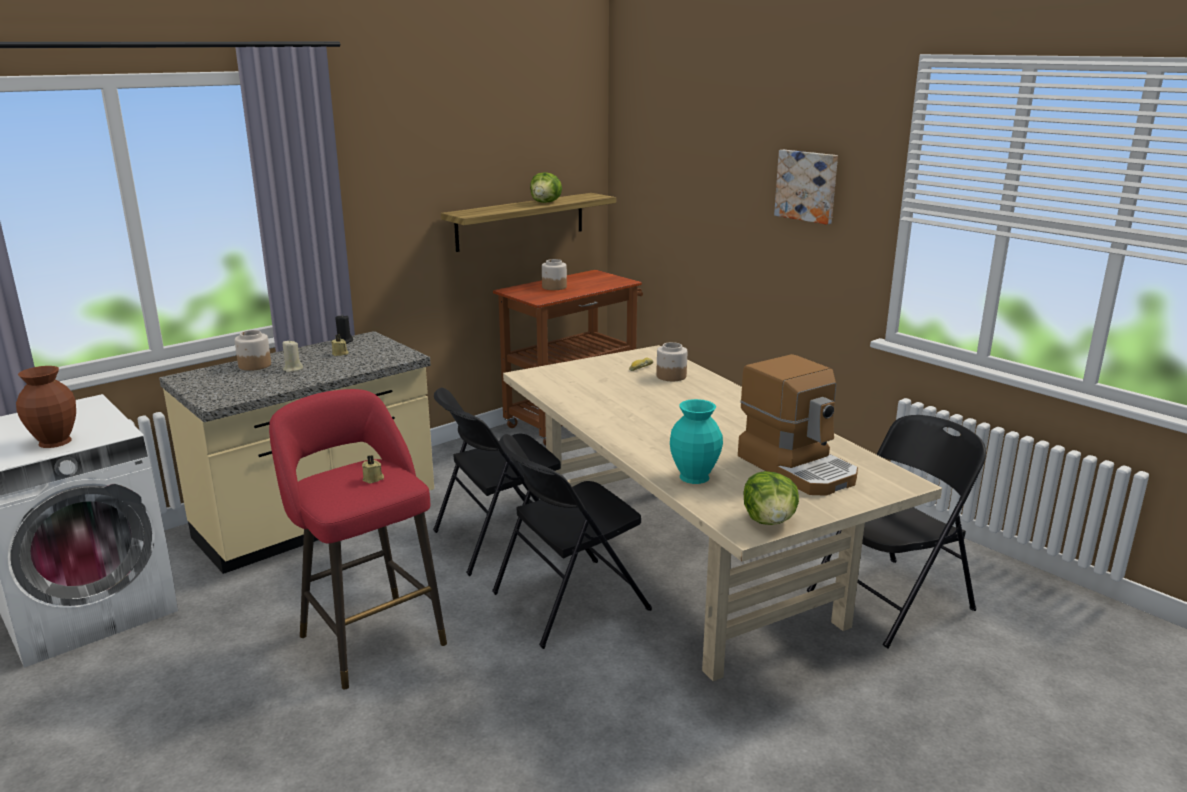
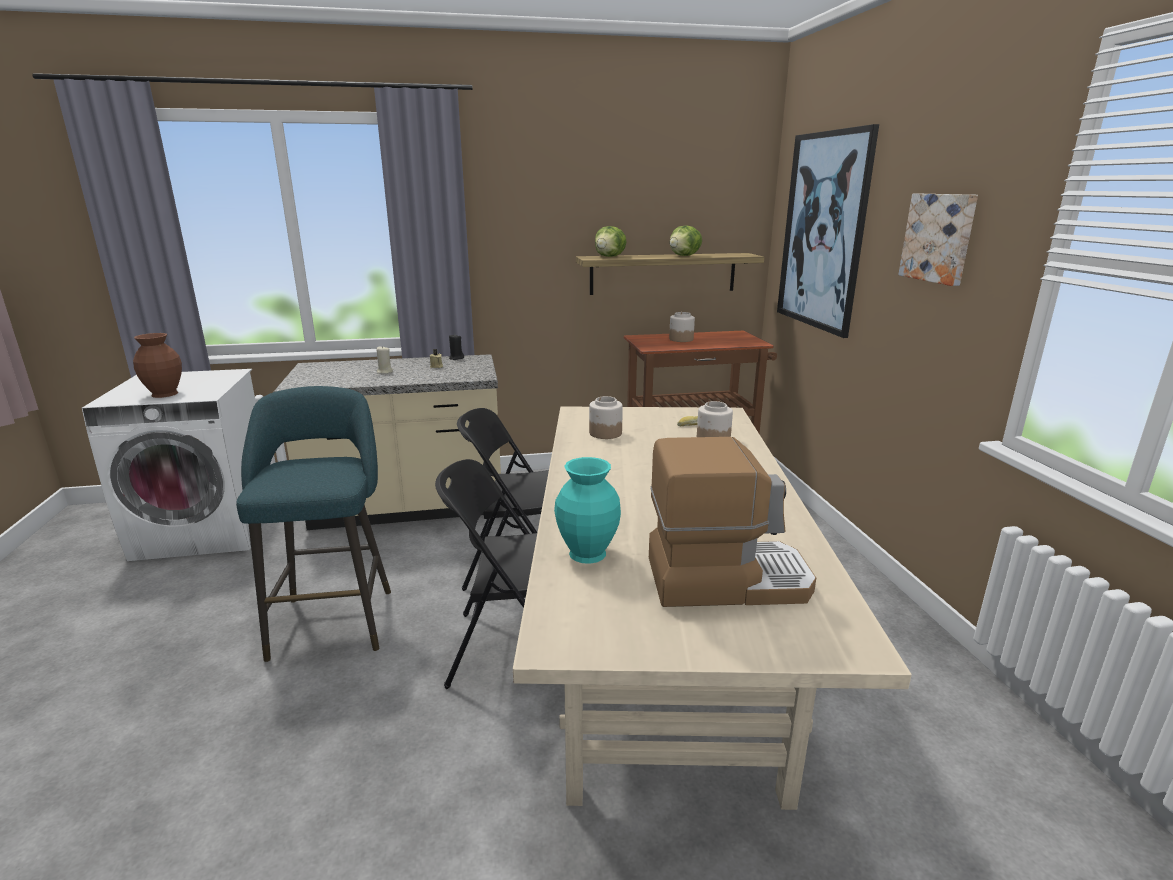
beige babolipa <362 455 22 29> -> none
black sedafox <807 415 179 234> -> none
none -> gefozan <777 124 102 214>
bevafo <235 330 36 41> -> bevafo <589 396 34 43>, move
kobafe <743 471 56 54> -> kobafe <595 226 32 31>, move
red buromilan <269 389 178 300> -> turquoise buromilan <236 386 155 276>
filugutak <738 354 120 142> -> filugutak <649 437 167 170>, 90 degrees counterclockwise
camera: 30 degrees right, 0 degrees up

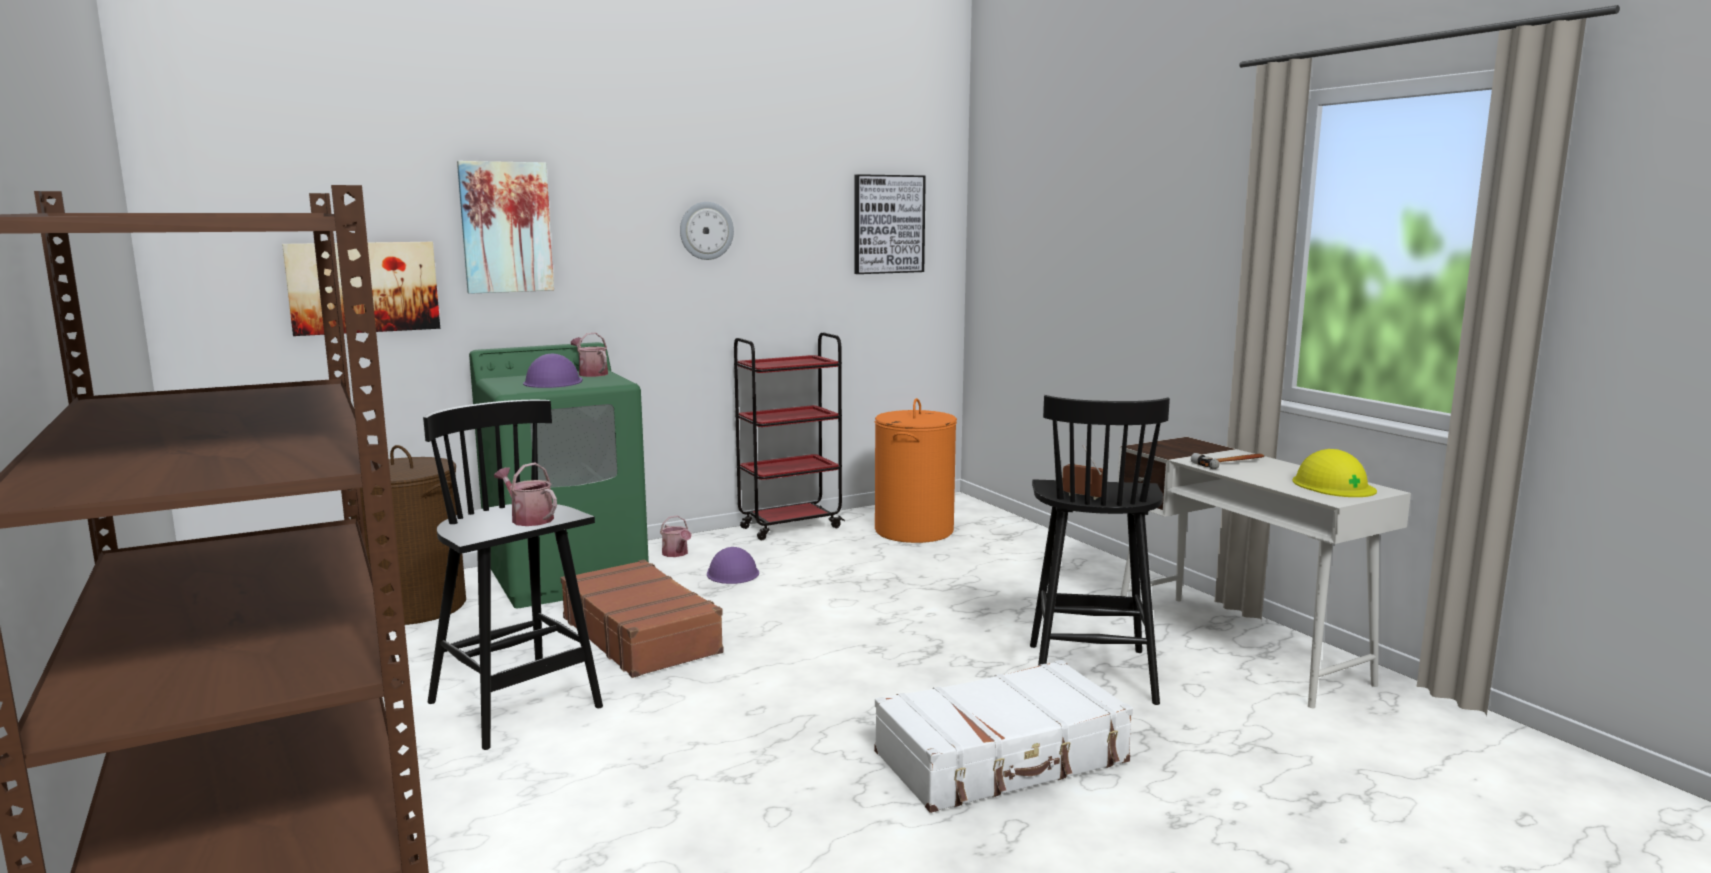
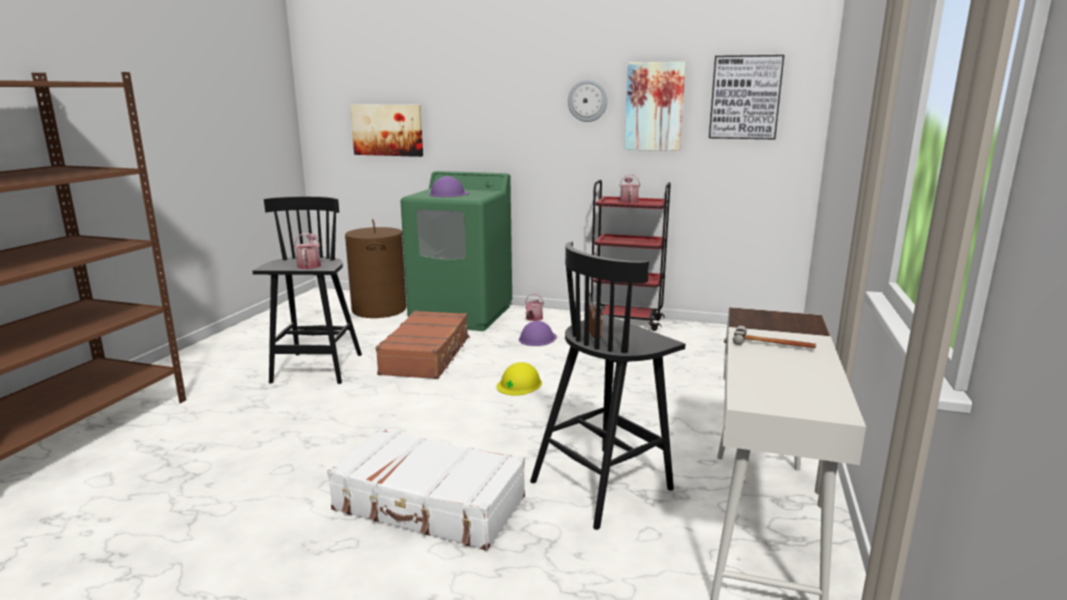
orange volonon <875 398 82 145> -> none
gefozan <457 161 97 133> -> gefozan <625 62 61 89>, move
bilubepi <571 333 37 44> -> bilubepi <619 175 21 28>, move
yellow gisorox <1292 449 85 48> -> yellow gisorox <496 362 46 34>, move
camera: 45 degrees right, 5 degrees up

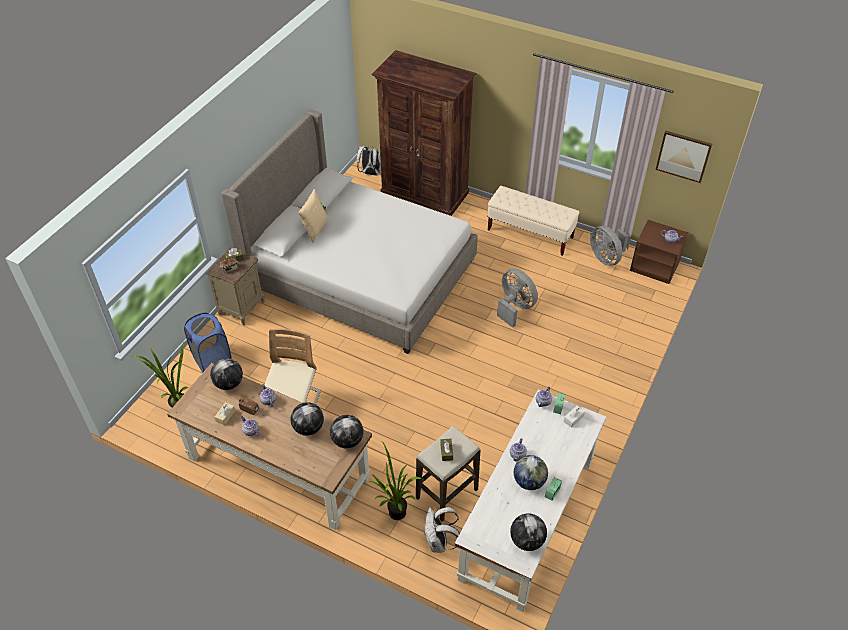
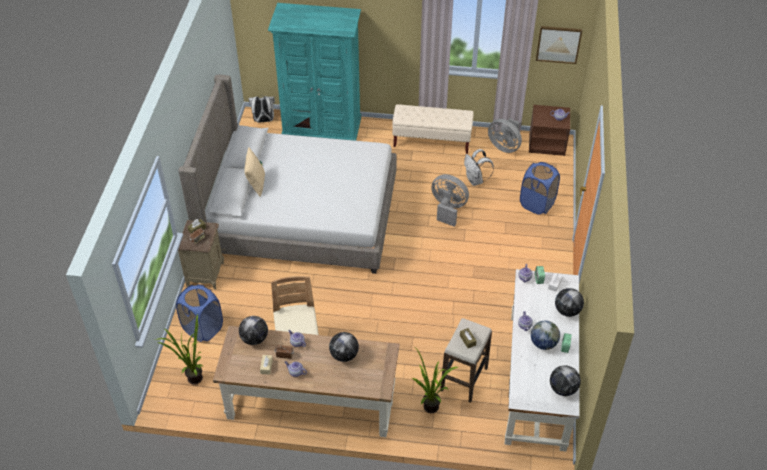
none -> blue volonon <520 162 40 53>
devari <330 415 34 34> -> devari <555 288 29 29>, move
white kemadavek <425 507 35 46> -> white kemadavek <464 149 30 37>, move
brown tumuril <372 50 105 166> -> turquoise tumuril <268 3 93 138>
camera: 20 degrees left, 0 degrees up

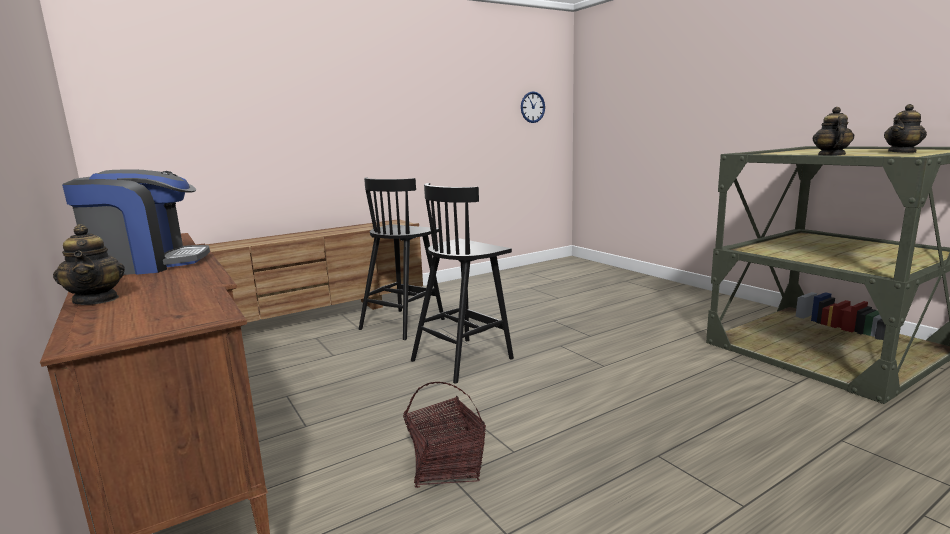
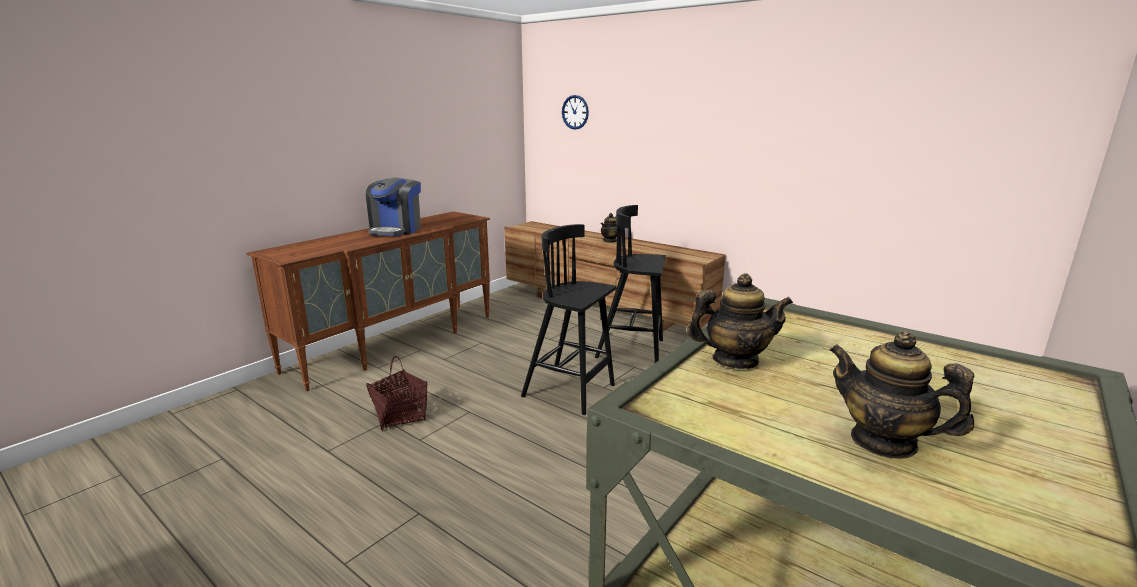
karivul <53 224 72 81> -> karivul <601 213 16 30>, move
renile <521 91 24 32> -> renile <562 95 27 35>, move
filugutak <62 169 148 106> -> filugutak <366 178 55 58>, 45 degrees clockwise
camera: 70 degrees right, 5 degrees up

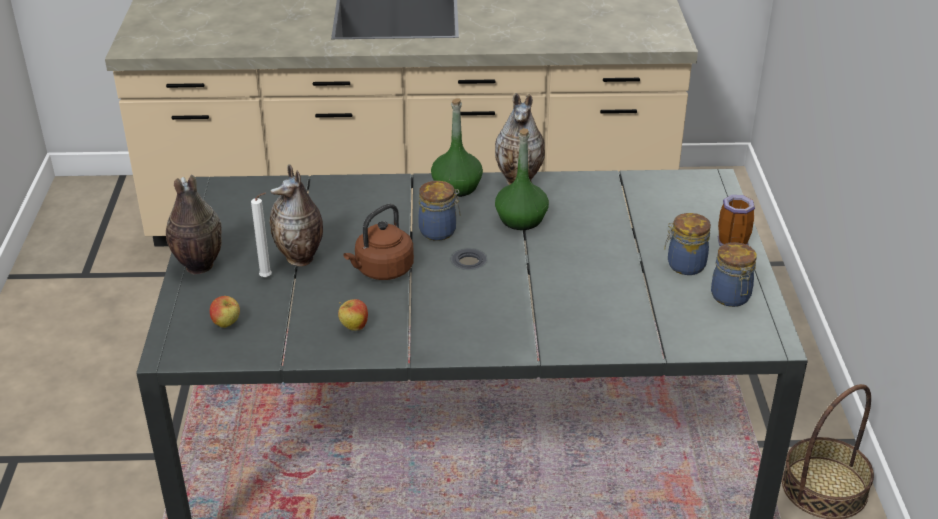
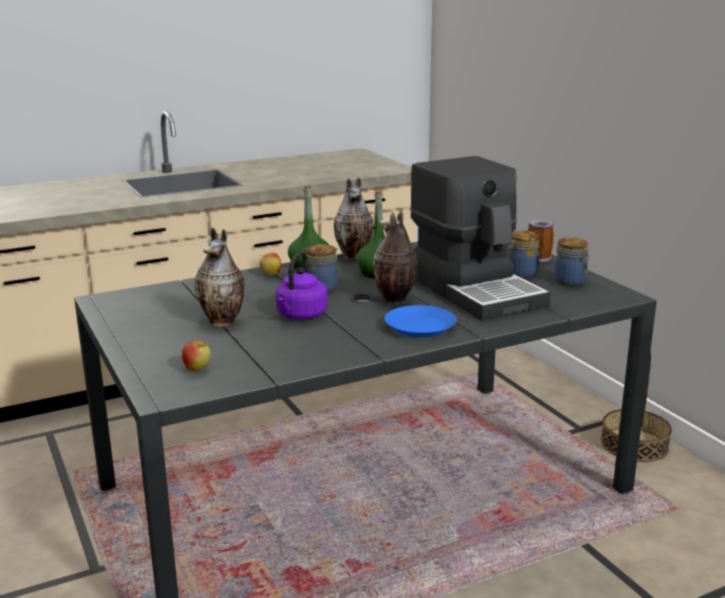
white babolipa <251 192 21 86> -> none
none -> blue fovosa <384 305 72 33>
none -> filugutak <410 156 141 165>
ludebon <166 175 56 99> -> ludebon <373 210 45 94>, move
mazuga <338 299 30 32> -> mazuga <259 253 22 23>, move
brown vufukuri <343 204 71 76> -> purple vufukuri <276 251 52 69>
camera: 25 degrees left, 15 degrees down

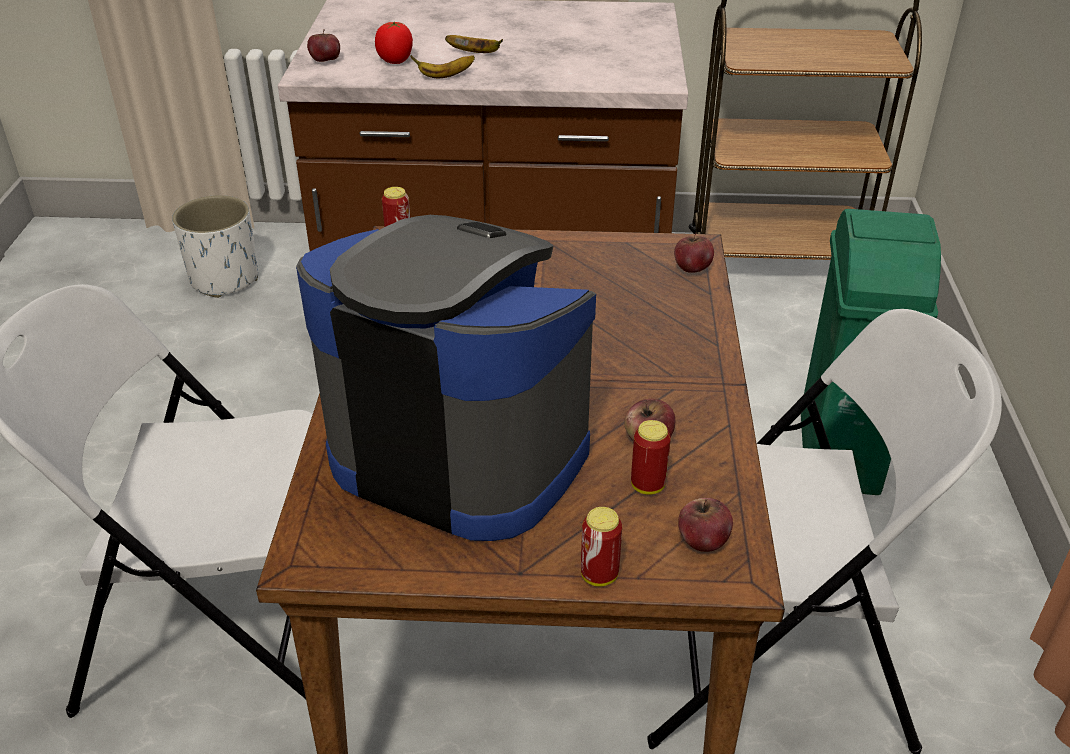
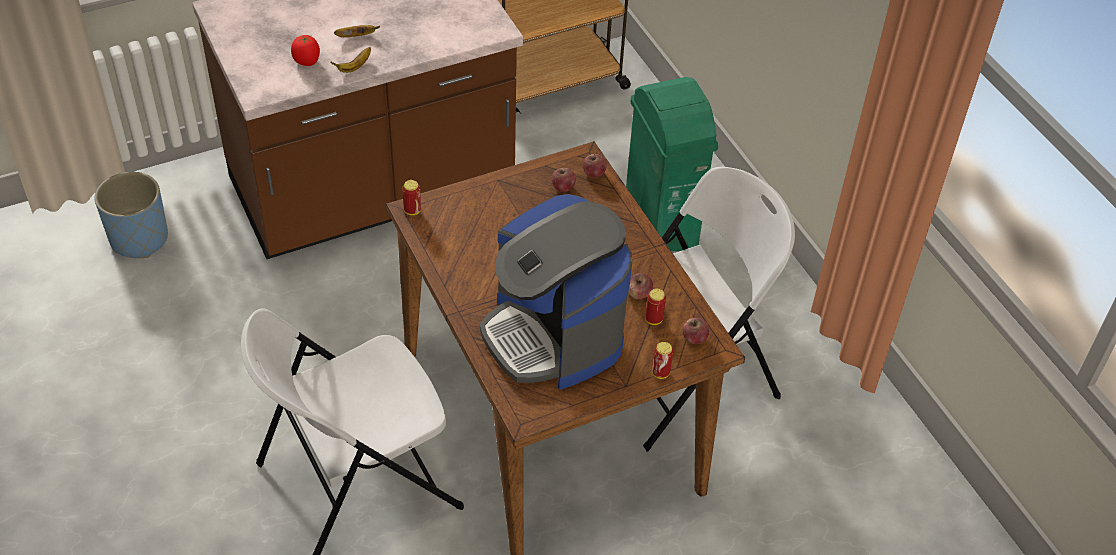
mazuga <307 29 33 33> -> mazuga <551 168 25 24>, move
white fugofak <172 195 86 103> -> blue fugofak <95 172 73 86>
filugutak <296 215 300 326> -> filugutak <480 194 152 196>, 120 degrees counterclockwise
camera: 30 degrees left, 10 degrees up

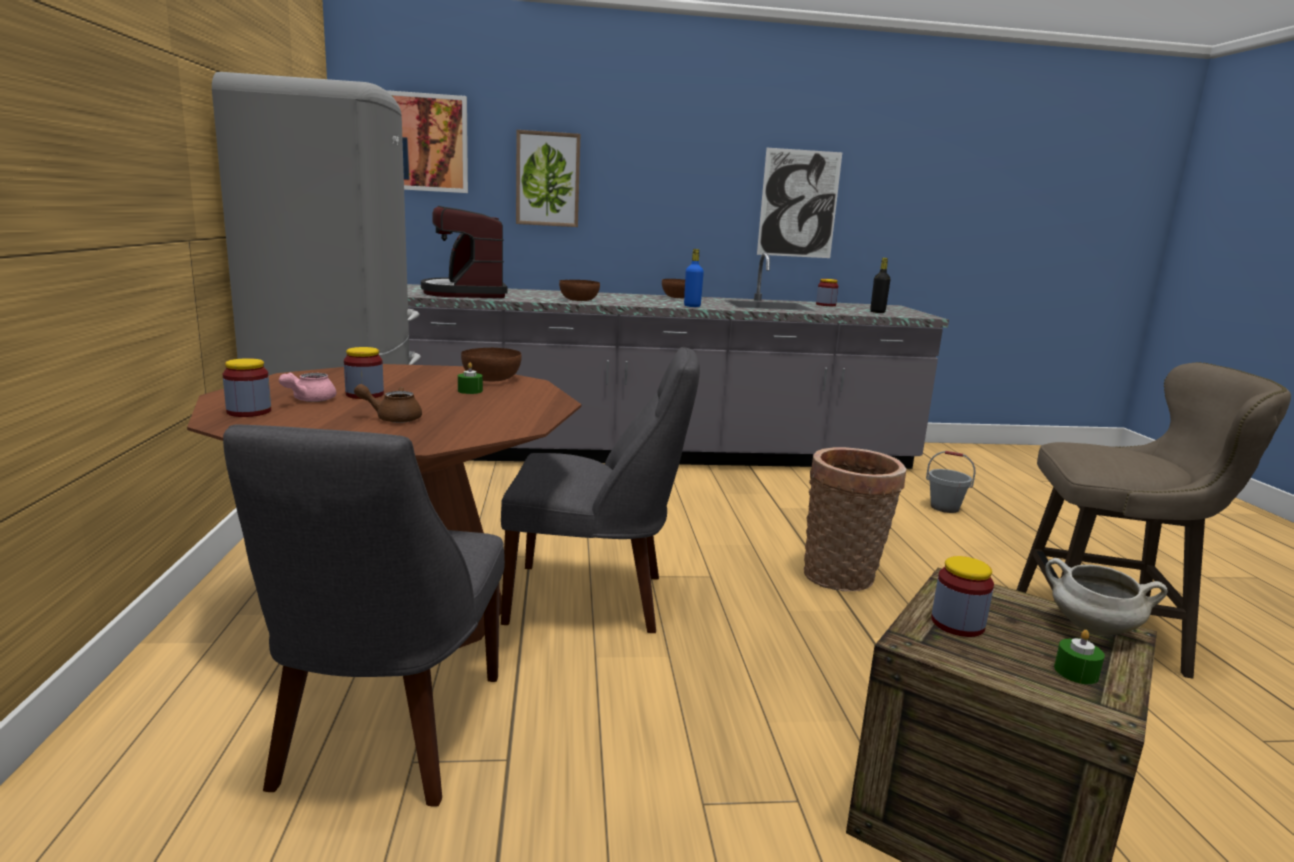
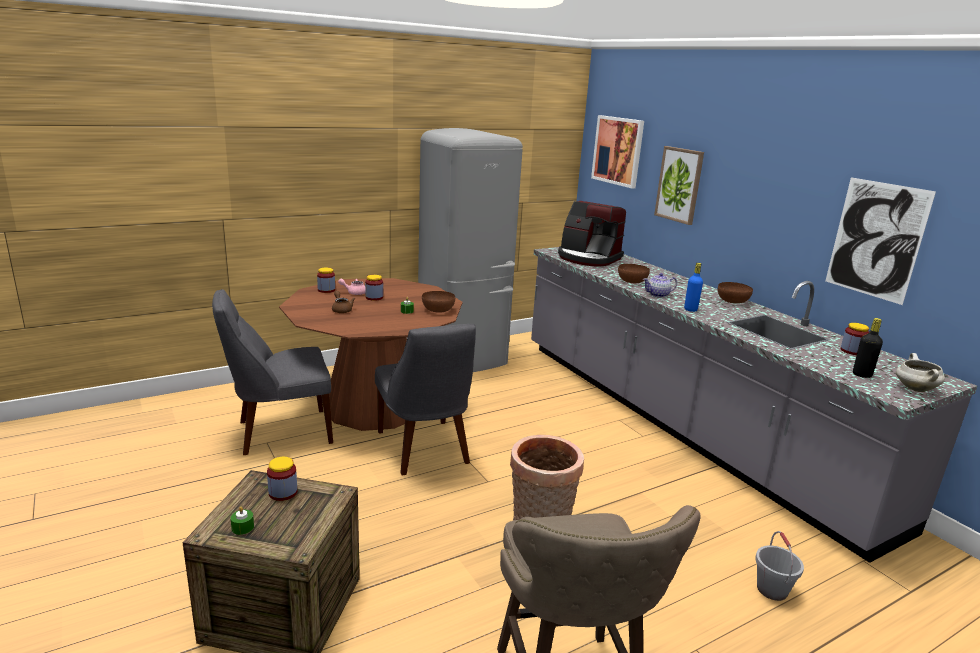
none -> karivul <643 273 34 25>
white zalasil <1045 558 123 77> -> white zalasil <896 353 49 39>, move
filugutak <421 206 87 92> -> filugutak <558 201 68 66>, 105 degrees counterclockwise
camera: 65 degrees right, 5 degrees up

